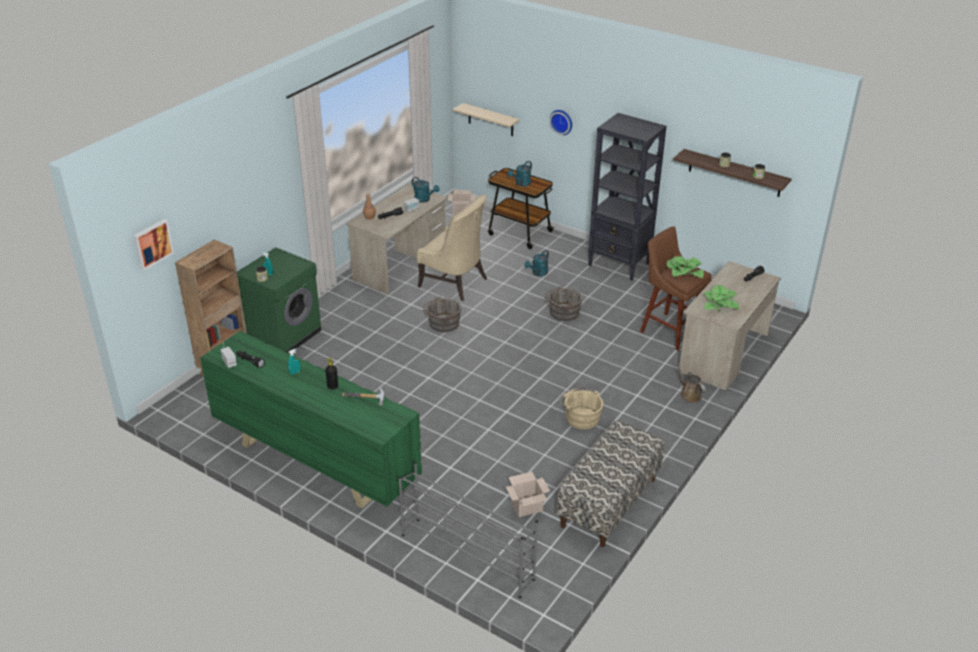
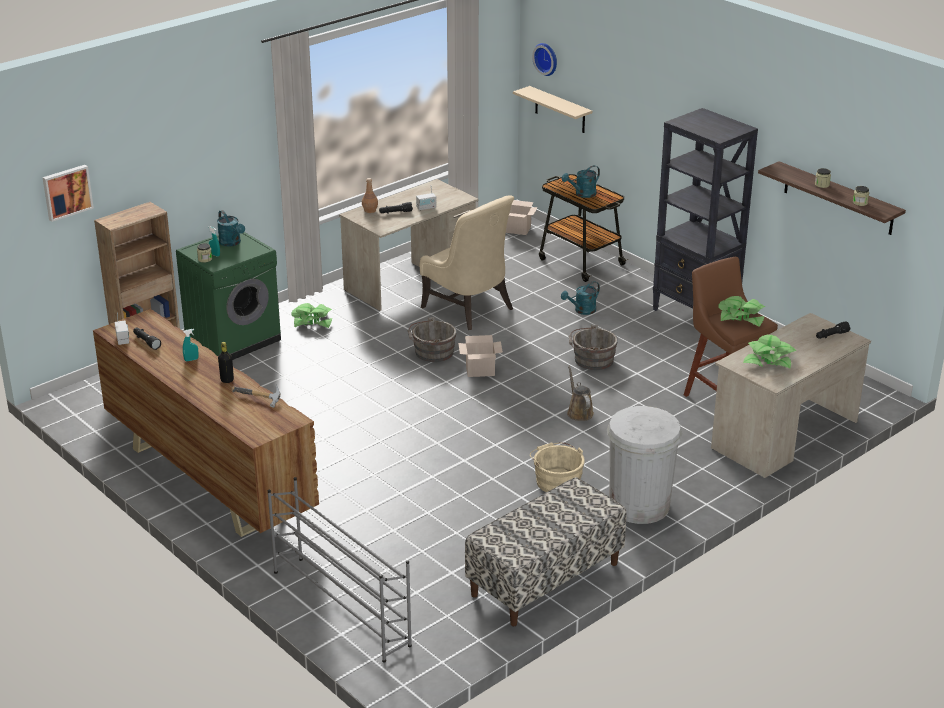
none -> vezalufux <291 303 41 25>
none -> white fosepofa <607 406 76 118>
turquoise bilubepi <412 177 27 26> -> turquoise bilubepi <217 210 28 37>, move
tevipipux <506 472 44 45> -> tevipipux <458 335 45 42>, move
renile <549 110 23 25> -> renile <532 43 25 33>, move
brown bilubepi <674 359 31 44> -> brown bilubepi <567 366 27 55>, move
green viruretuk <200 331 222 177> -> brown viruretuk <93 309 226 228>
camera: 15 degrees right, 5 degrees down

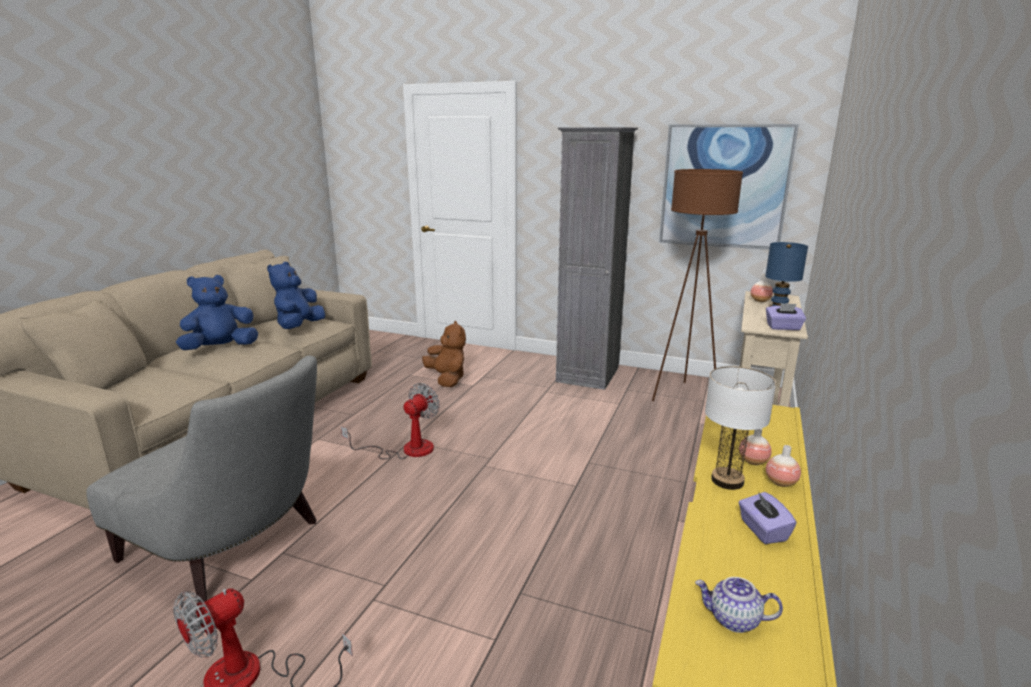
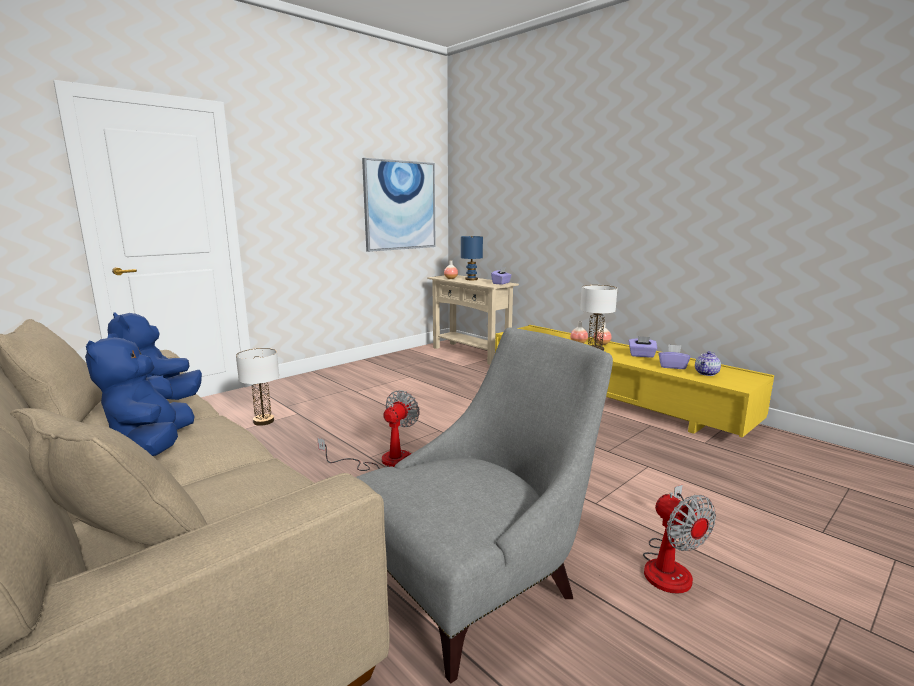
grey viruretuk <556 127 82 263> -> none
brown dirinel <652 169 91 232> -> none
none -> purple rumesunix <658 344 33 25>
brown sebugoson <422 321 44 66> -> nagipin <236 348 43 78>
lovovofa <341 383 99 76> -> lovovofa <318 390 102 81>, 60 degrees clockwise
camera: 65 degrees left, 5 degrees down

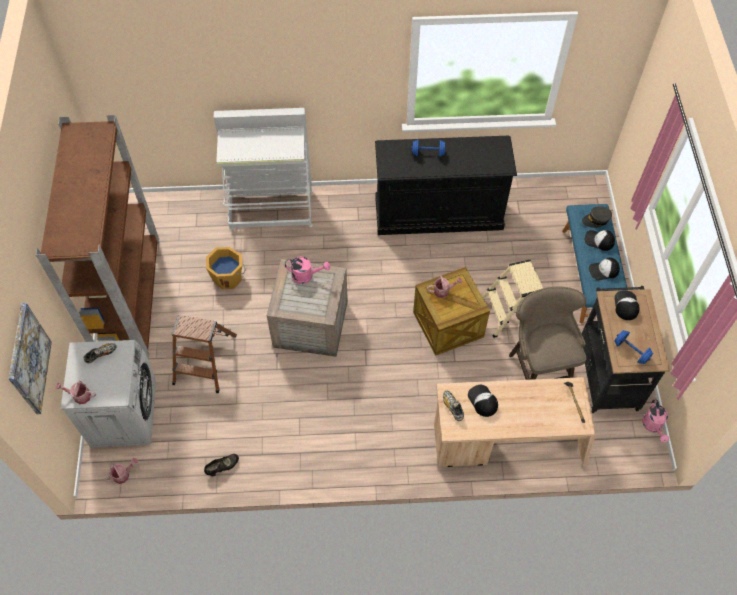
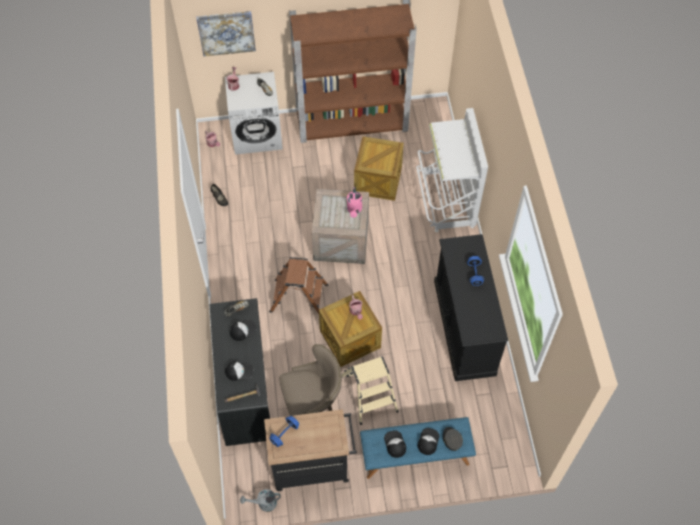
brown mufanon <172 314 65 79> -> brown mufanon <269 257 59 57>, move
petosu <615 291 24 29> -> petosu <225 361 28 20>, move
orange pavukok <206 247 40 42> -> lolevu <354 136 50 65>
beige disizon <434 377 162 90> -> black disizon <209 298 61 148>
pink bilubepi <642 399 27 44> -> grey bilubepi <240 489 41 23>
camera: 85 degrees right, 0 degrees up

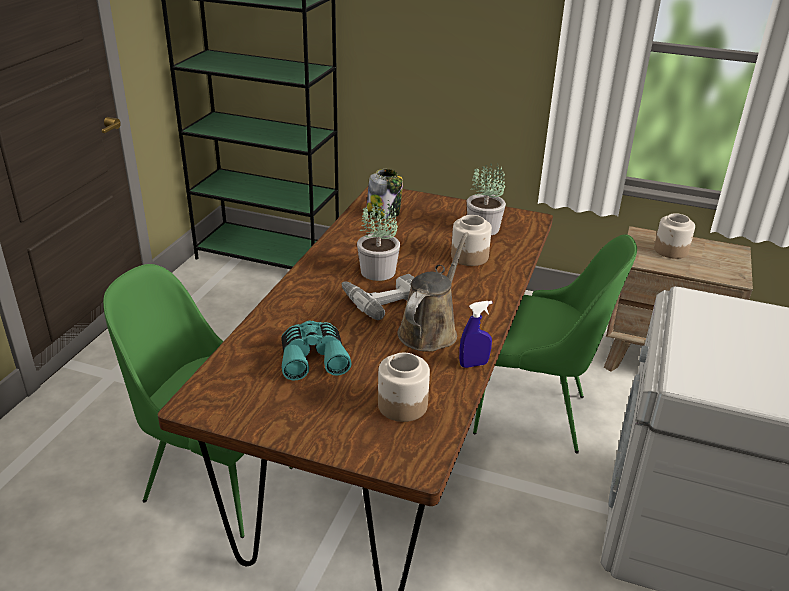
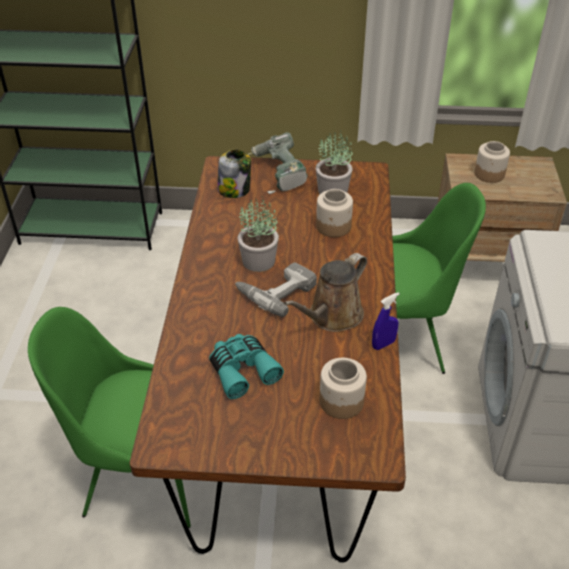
none -> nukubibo <248 132 60 62>
brown bilubepi <398 232 71 120> -> brown bilubepi <284 253 83 79>, 150 degrees counterclockwise
camera: 15 degrees left, 10 degrees up

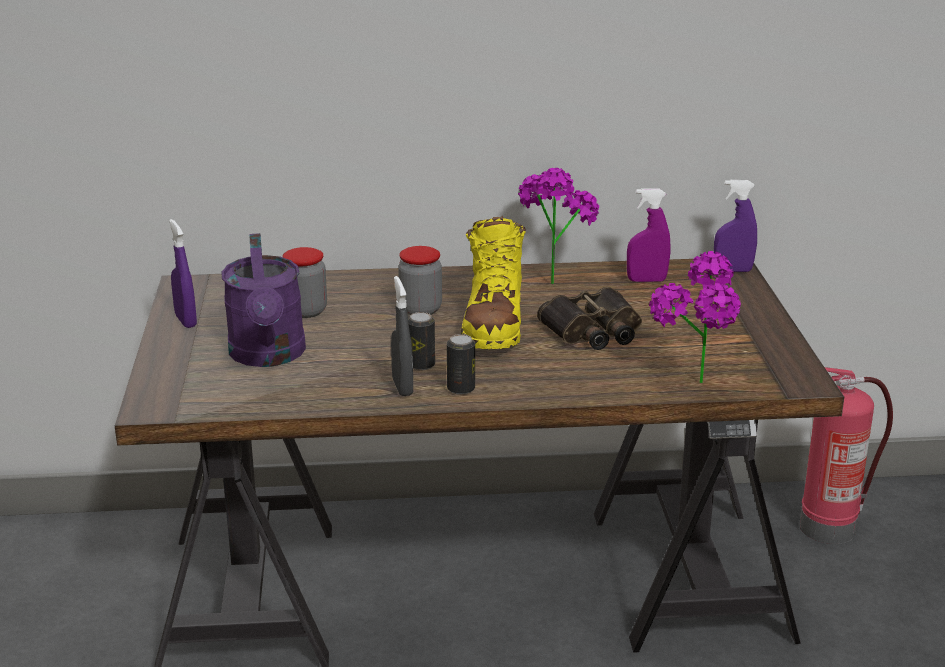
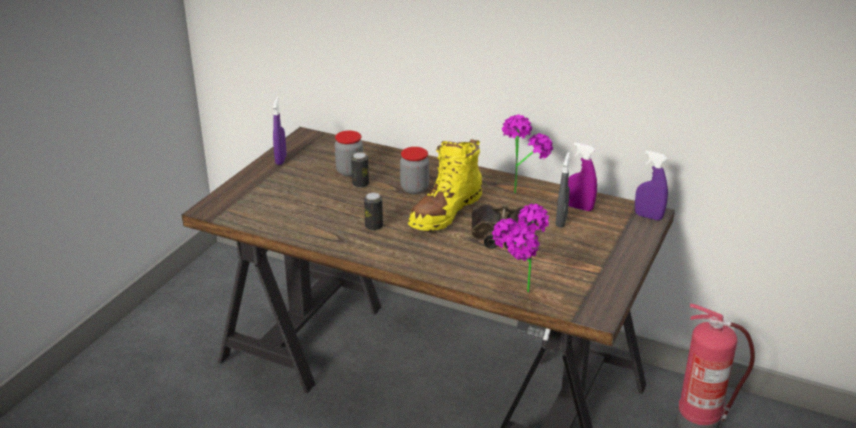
purple bilubepi <221 233 85 134> -> none
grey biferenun <391 276 22 120> -> grey biferenun <556 152 14 76>, move
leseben <447 334 28 61> -> leseben <351 152 18 36>, move
camera: 30 degrees right, 5 degrees up

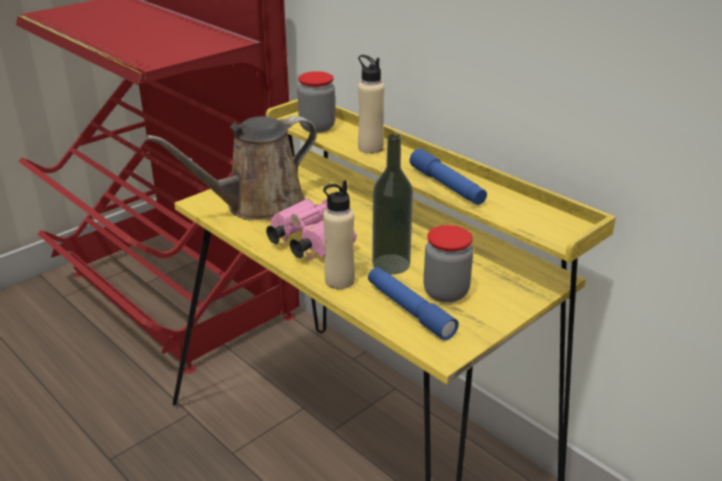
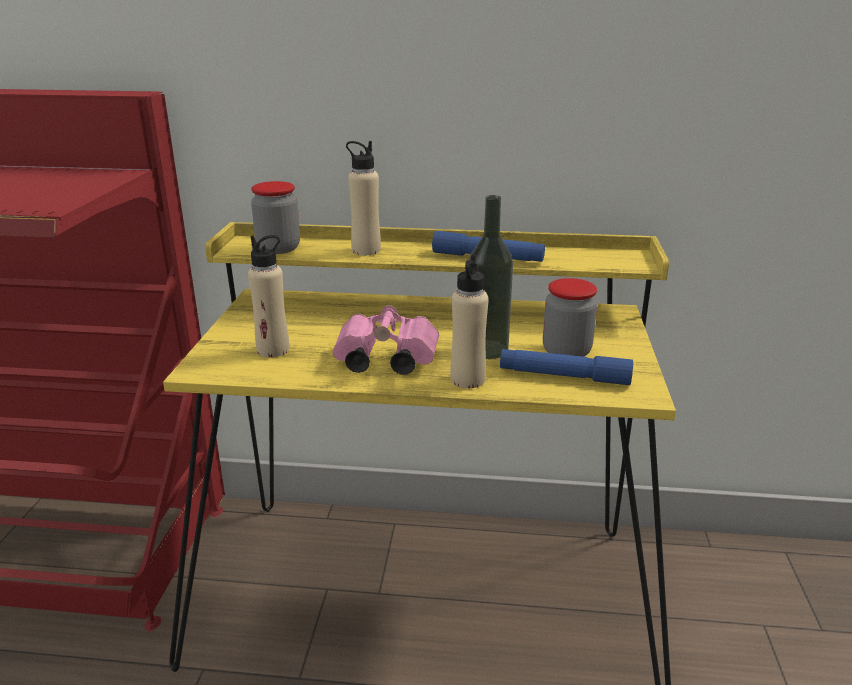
brown bilubepi <146 116 171 104> -> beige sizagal <248 235 41 122>
camera: 40 degrees left, 5 degrees down

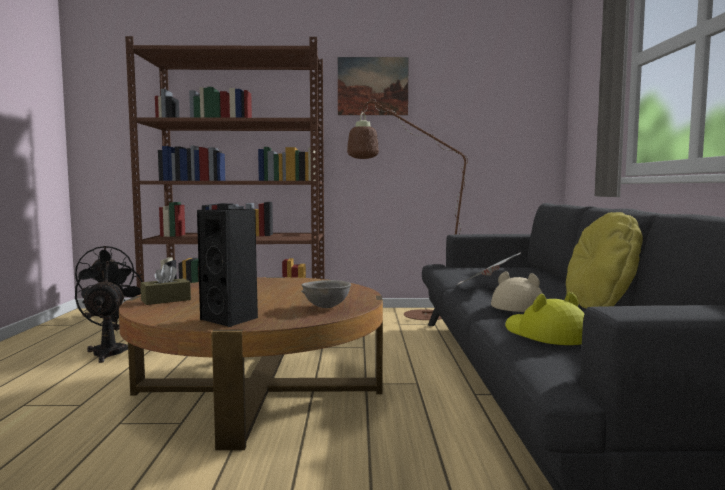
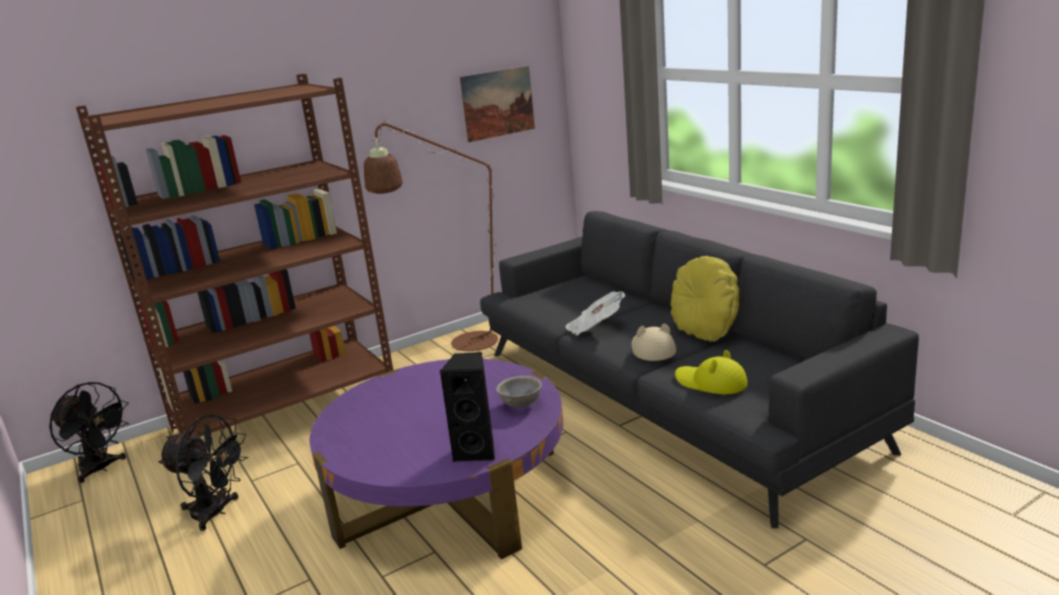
brown rumesunix <140 264 51 41> -> none
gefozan <338 57 71 58> -> gefozan <459 66 76 76>, move
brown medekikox <119 277 264 173> -> purple medekikox <310 359 253 200>
black lovovofa <75 261 68 102> -> black lovovofa <158 415 90 116>, 150 degrees clockwise
camera: 30 degrees left, 15 degrees up

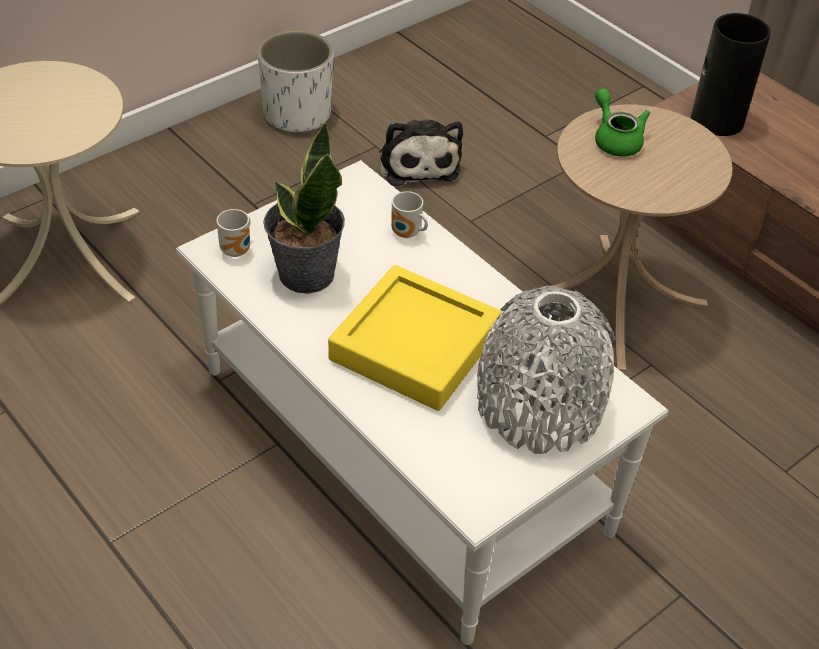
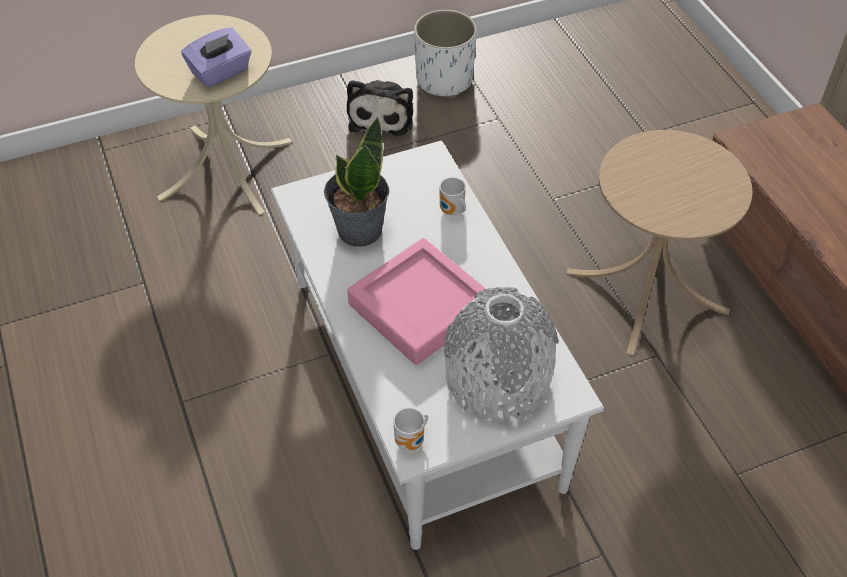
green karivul <595 88 55 68> -> none
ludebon <691 13 80 123> -> none
none -> purple rumesunix <182 28 69 60>
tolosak <216 209 34 48> -> tolosak <393 408 35 43>, move
sebugoson <380 120 83 66> -> sebugoson <347 80 66 56>, move
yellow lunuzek <328 265 174 146> -> pink lunuzek <347 238 139 127>
camera: 20 degrees right, 5 degrees up

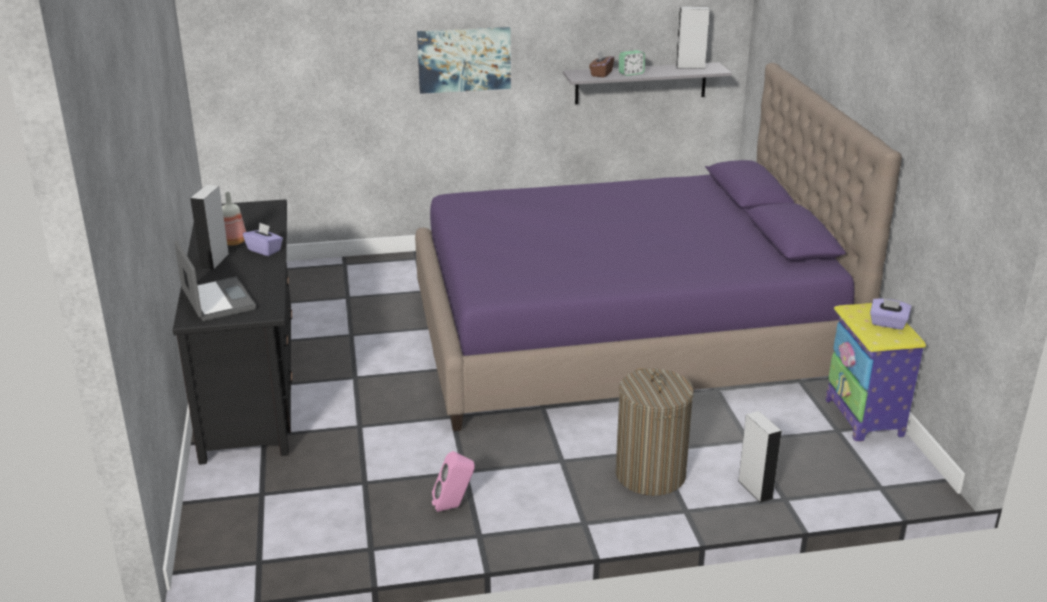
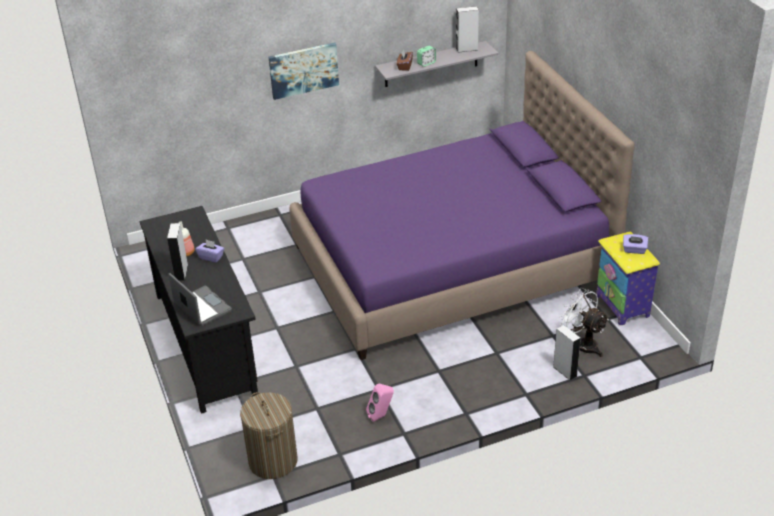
none -> white lovovofa <559 288 50 69>
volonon <616 368 78 128> -> volonon <240 392 57 87>, move
camera: 10 degrees left, 10 degrees up

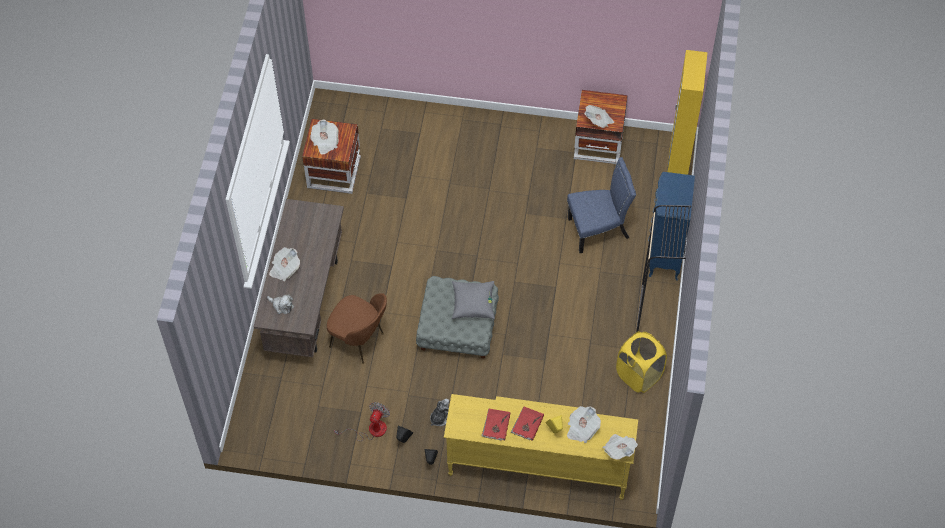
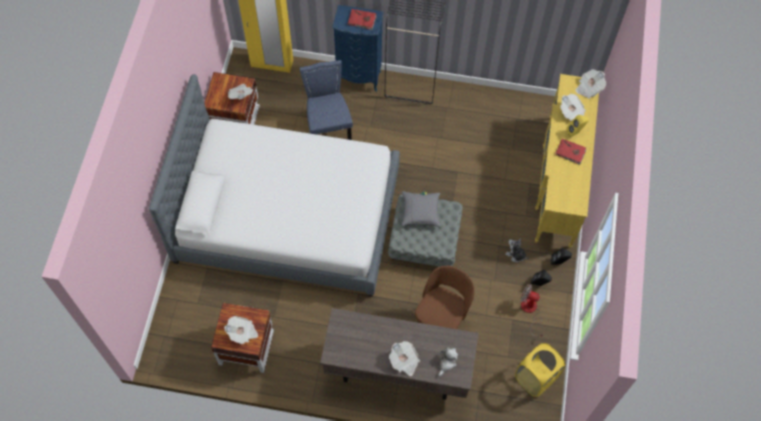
none -> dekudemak <149 74 251 223>
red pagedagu <482 409 28 32> -> red pagedagu <348 9 28 21>, move
yellow volonon <616 331 51 62> -> yellow volonon <515 343 50 54>, move
camera: 90 degrees left, 5 degrees up

